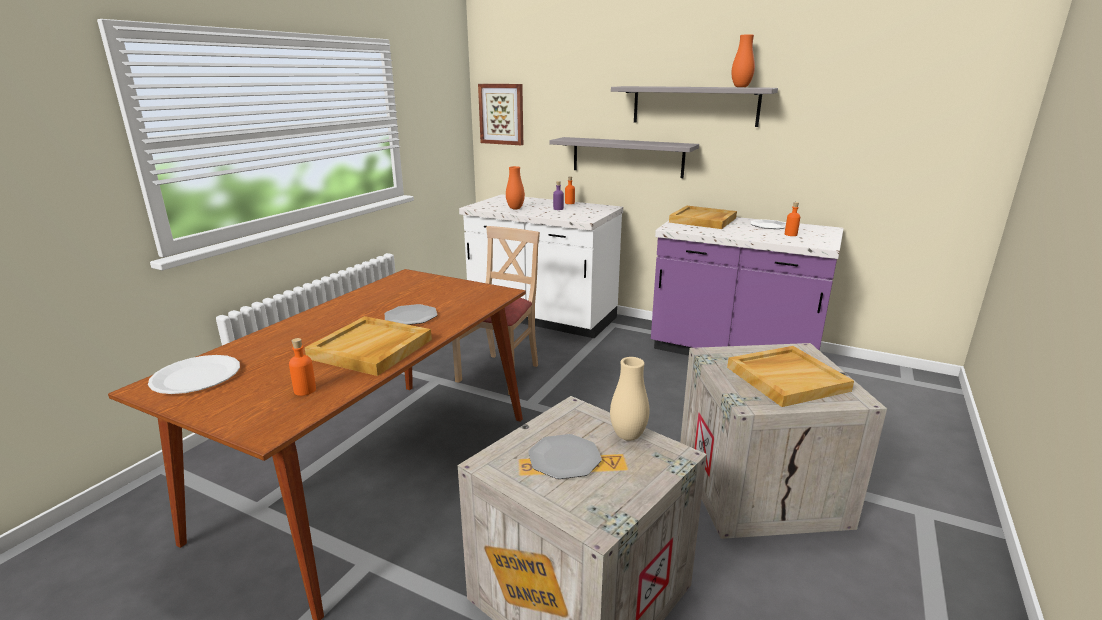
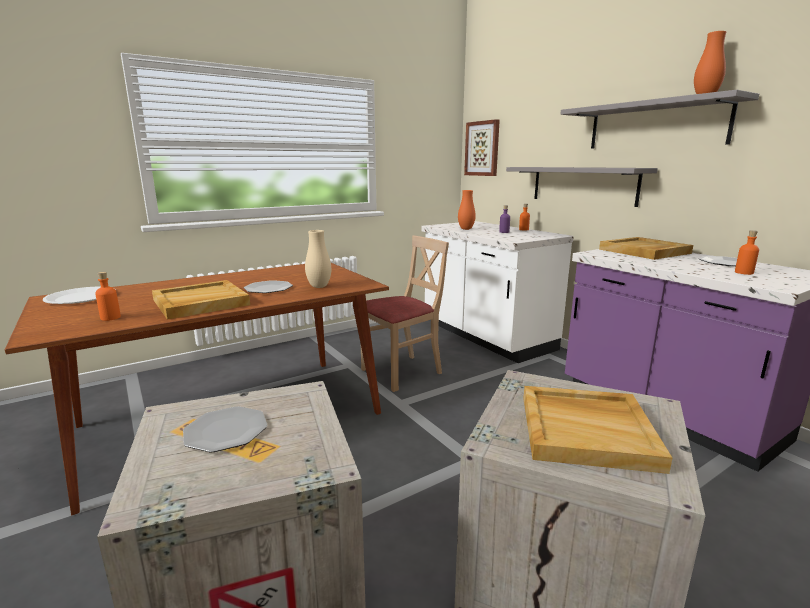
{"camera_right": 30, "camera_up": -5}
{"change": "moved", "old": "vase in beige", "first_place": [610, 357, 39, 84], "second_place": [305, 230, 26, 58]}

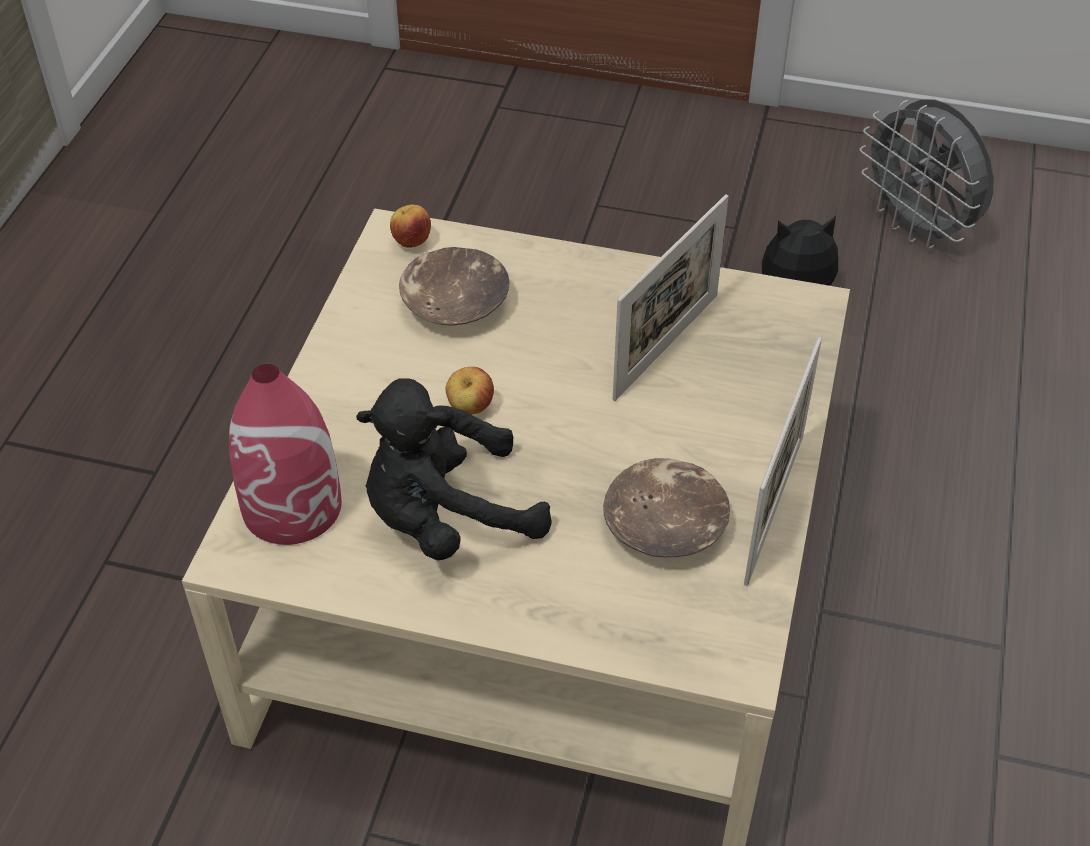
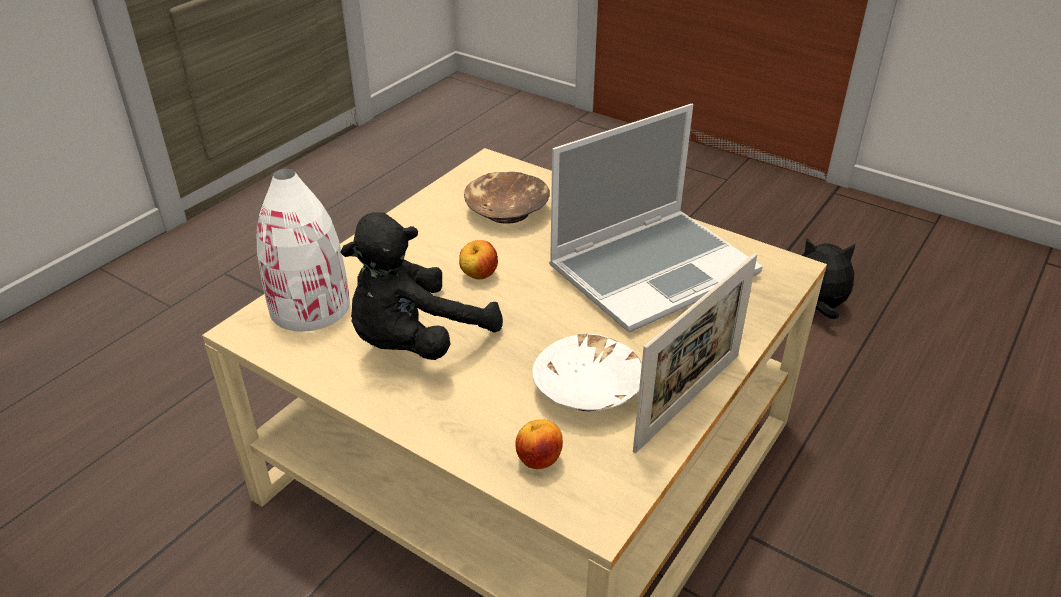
{"camera_right": 20, "camera_up": -10}
{"change": "removed", "old": "electric fan in grey", "first_place": [860, 99, 134, 150]}
{"change": "moved", "old": "apple fruit", "first_place": [390, 205, 41, 43], "second_place": [516, 420, 47, 49]}
{"change": "replaced", "old": "picture frame", "new": "portable computer", "first_place": [613, 194, 116, 207], "second_place": [549, 104, 214, 228]}
{"change": "recoloured", "old": "vase in red-coloured", "new": "vase in white", "first_place": [229, 364, 113, 181], "second_place": [256, 169, 94, 162]}
{"change": "recoloured", "old": "deep dish in brownish", "new": "deep dish in white", "first_place": [603, 458, 127, 99], "second_place": [532, 334, 110, 77]}
{"change": "turned", "old": "plush toy in black", "first_place": [356, 379, 196, 181], "second_place": [340, 212, 163, 148], "degrees": -45}

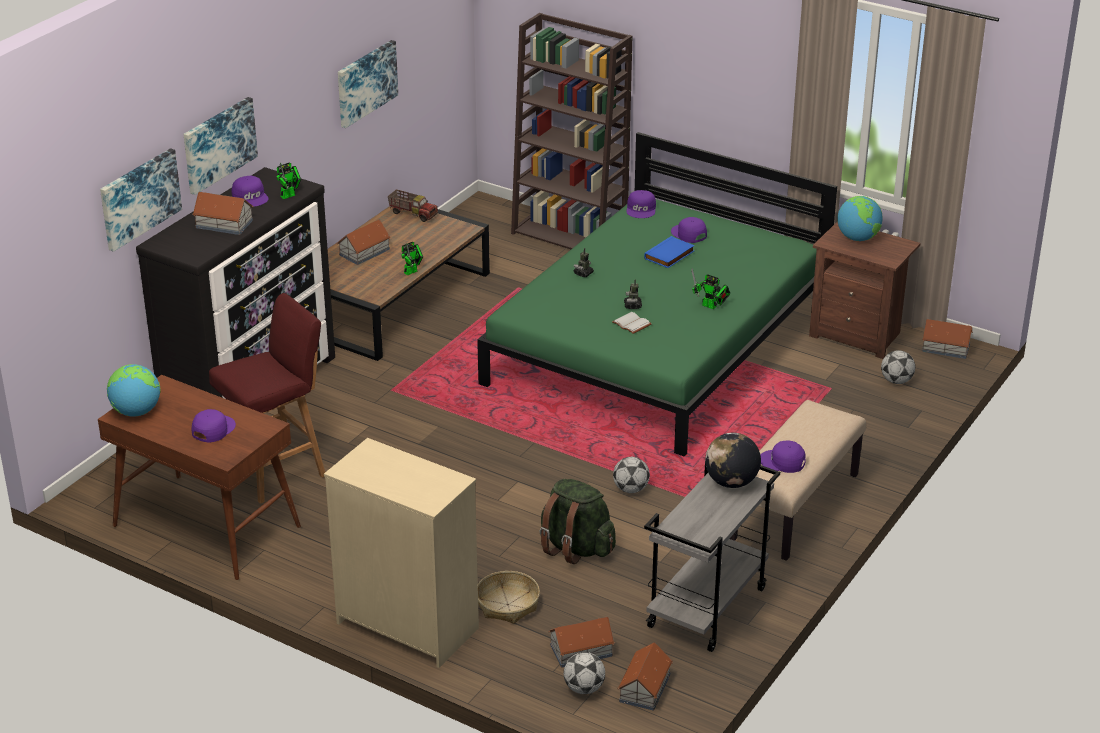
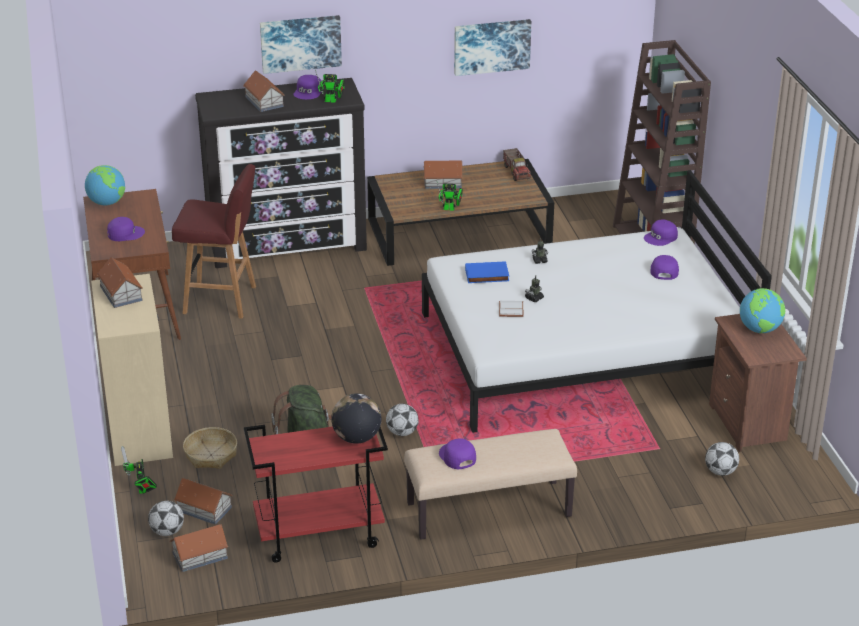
{"camera_right": 45, "camera_up": 0}
{"change": "removed", "old": "wall art", "first_place": [100, 148, 82, 104]}
{"change": "moved", "old": "book in blue-coloured", "first_place": [644, 236, 51, 32], "second_place": [465, 261, 44, 22]}
{"change": "moved", "old": "model robot", "first_place": [691, 268, 40, 41], "second_place": [121, 446, 36, 48]}
{"change": "moved", "old": "toy house", "first_place": [922, 319, 51, 40], "second_place": [97, 257, 46, 51]}
{"change": "recoloured", "old": "sleeping bed in green", "new": "sleeping bed in white", "first_place": [477, 132, 360, 325], "second_place": [422, 170, 350, 263]}
{"change": "recoloured", "old": "wheeled cart in grey", "new": "wheeled cart in red-coloured", "first_place": [644, 464, 136, 188], "second_place": [244, 425, 144, 138]}

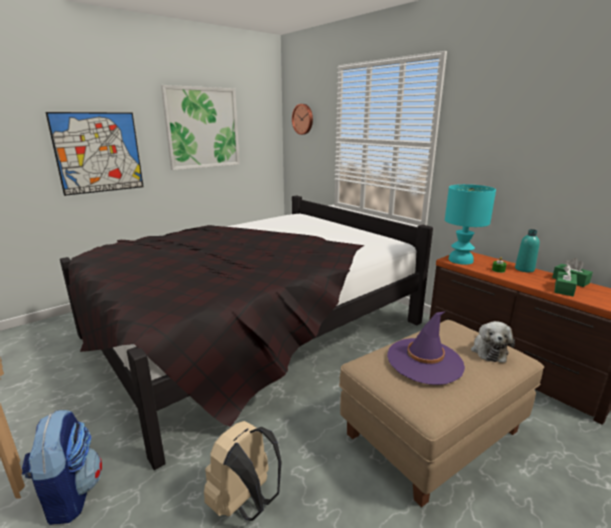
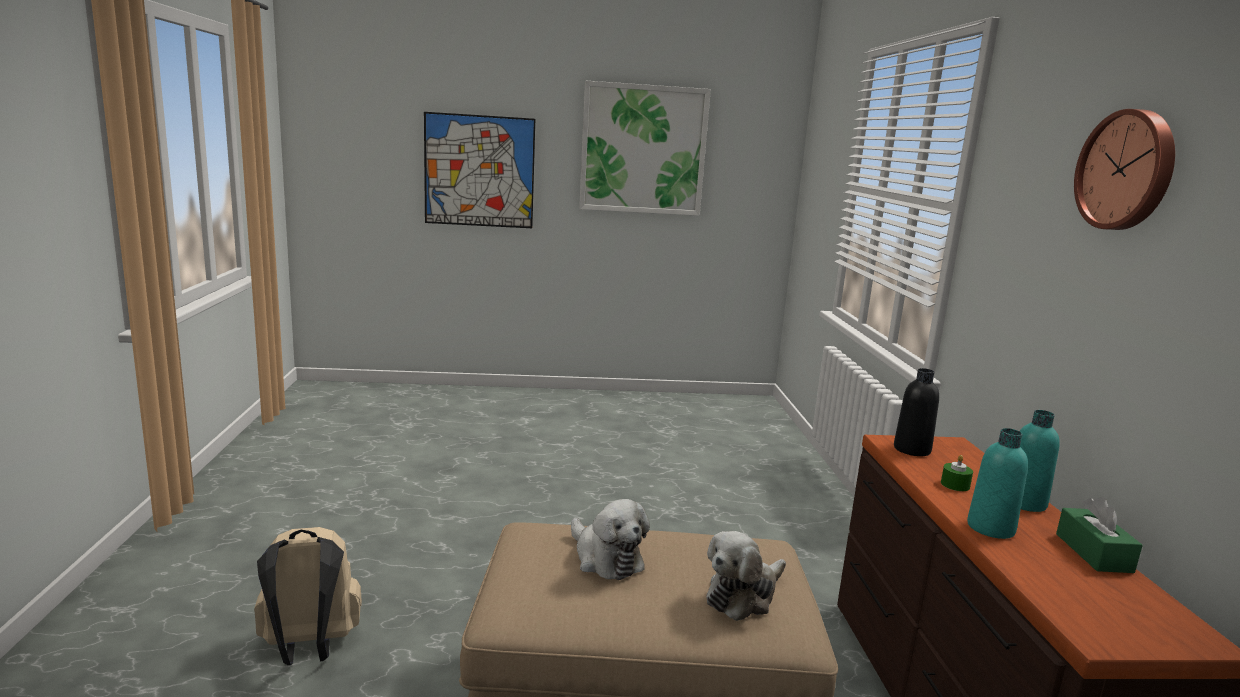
{"camera_right": 35, "camera_up": -5}
{"change": "removed", "old": "rucksack", "first_place": [22, 410, 80, 115]}
{"change": "removed", "old": "sleeping bed in black", "first_place": [60, 195, 373, 275]}
{"change": "removed", "old": "tissue box in green", "first_place": [554, 265, 23, 31]}
{"change": "added", "new": "beverage bottle in turquoise", "second_place": [967, 428, 61, 111]}
{"change": "moved", "old": "clock on the wall", "first_place": [292, 104, 21, 31], "second_place": [1074, 109, 101, 121]}
{"change": "replaced", "old": "clothing hat in purple", "new": "plush toy", "first_place": [387, 311, 78, 74], "second_place": [571, 499, 79, 81]}
{"change": "replaced", "old": "tabletop lamp in turquoise", "new": "beverage bottle in black", "first_place": [445, 184, 51, 81], "second_place": [894, 368, 45, 88]}

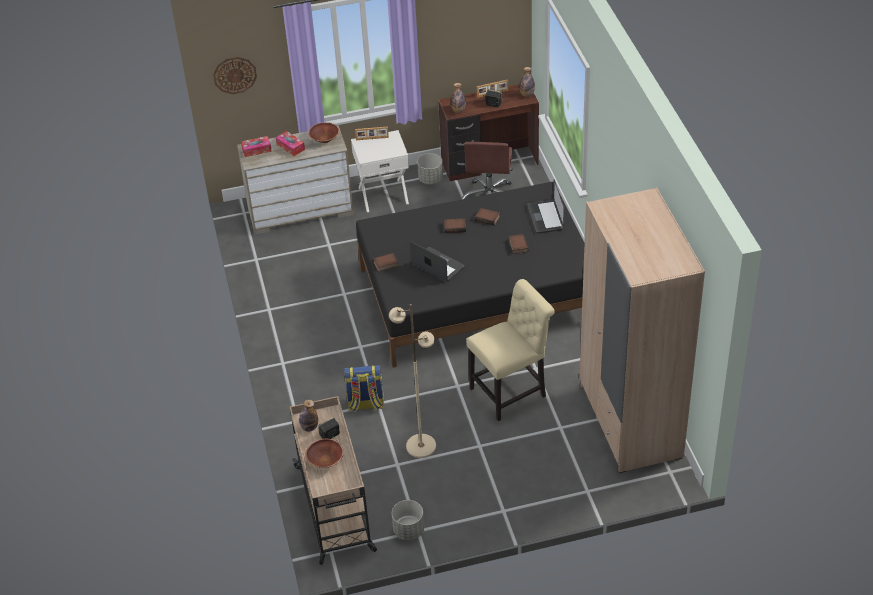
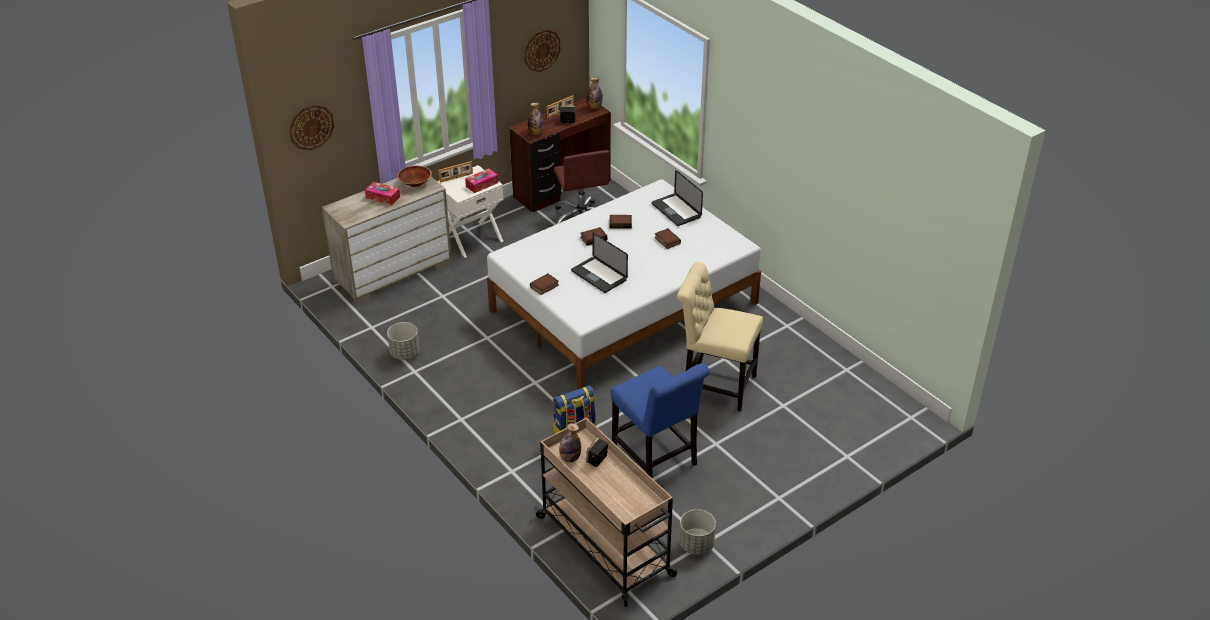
{"camera_right": -25, "camera_up": -5}
{"change": "removed", "old": "deep dish in brownish", "first_place": [305, 439, 39, 29]}
{"change": "removed", "old": "clothes cupboard in beige", "first_place": [580, 187, 125, 286]}
{"change": "added", "new": "clock on the wall", "second_place": [524, 29, 37, 43]}
{"change": "moved", "old": "tissue box", "first_place": [241, 136, 31, 21], "second_place": [465, 168, 33, 25]}
{"change": "moved", "old": "plant pot in grey", "first_place": [417, 153, 26, 31], "second_place": [387, 322, 33, 38]}
{"change": "replaced", "old": "standard lamp in beige", "new": "chair in blue-coloured", "first_place": [388, 304, 48, 154], "second_place": [610, 363, 100, 116]}
{"change": "recoloured", "old": "sleeping bed in black", "new": "sleeping bed in white", "first_place": [356, 182, 228, 186], "second_place": [487, 179, 274, 211]}
{"change": "turned", "old": "portable computer", "first_place": [410, 241, 55, 41], "second_place": [571, 233, 57, 60], "degrees": -150}
{"change": "turned", "old": "chair in beige", "first_place": [466, 279, 89, 142], "second_place": [677, 262, 86, 150], "degrees": -105}

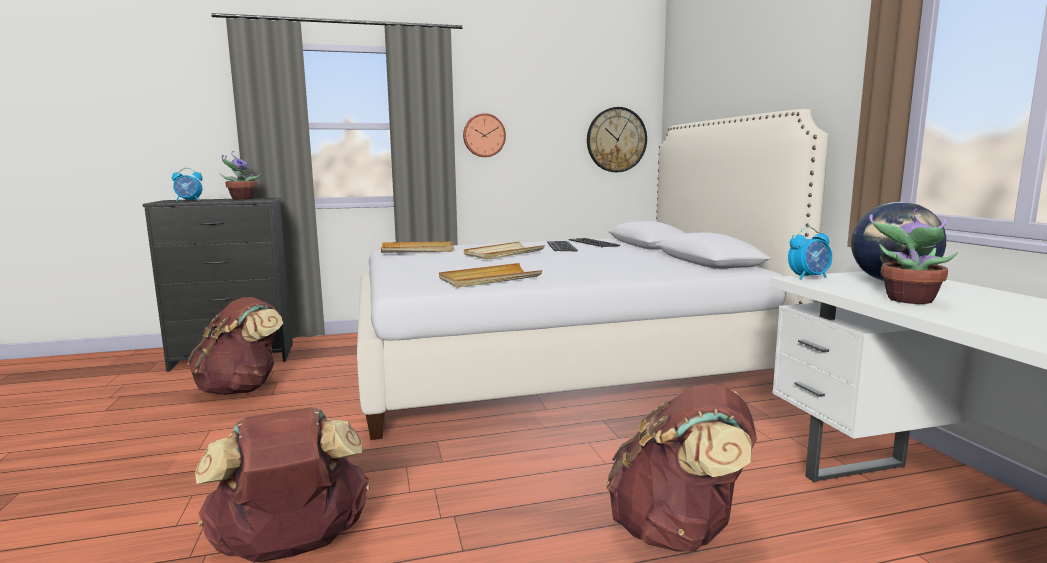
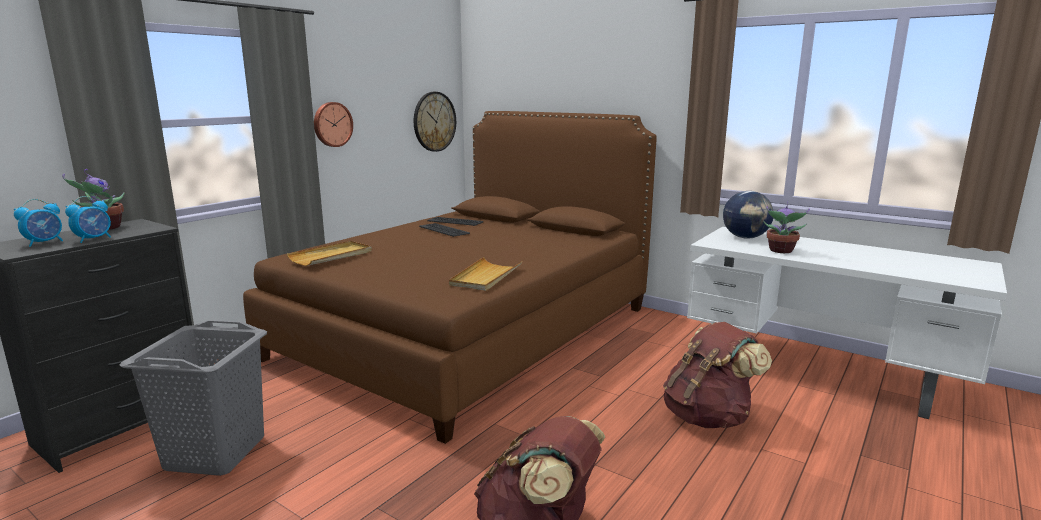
{"camera_right": -40, "camera_up": 5}
{"change": "removed", "old": "carrying tray in beige", "first_place": [464, 241, 81, 18]}
{"change": "moved", "old": "table clock", "first_place": [788, 226, 44, 54], "second_place": [65, 196, 46, 47]}
{"change": "replaced", "old": "rucksack in brownish", "new": "laundry basket in grey", "first_place": [187, 297, 96, 98], "second_place": [119, 320, 148, 156]}
{"change": "recoloured", "old": "sleeping bed in white", "new": "sleeping bed in brownish", "first_place": [357, 109, 472, 331], "second_place": [243, 111, 414, 333]}

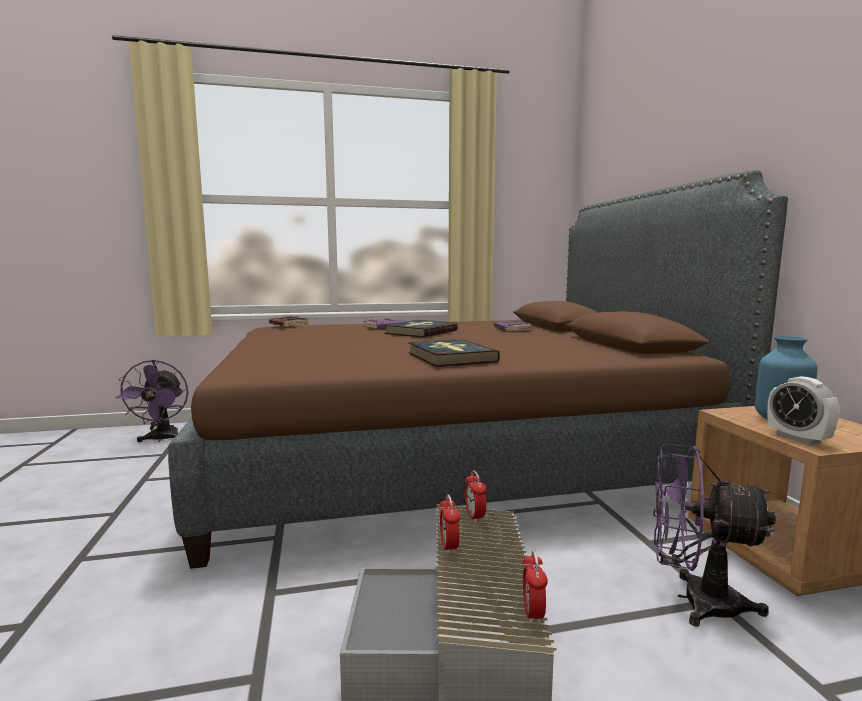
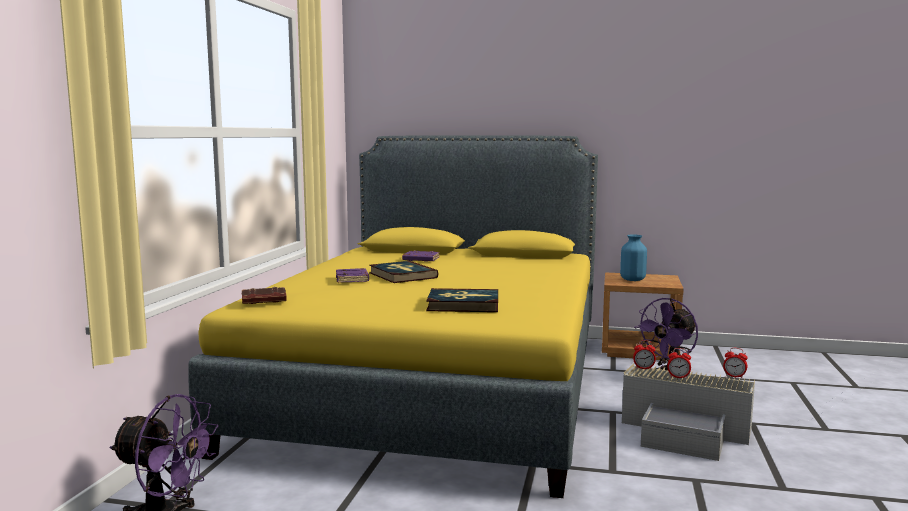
{"camera_right": -65, "camera_up": 0}
{"change": "removed", "old": "table clock", "first_place": [767, 376, 72, 69]}
{"change": "moved", "old": "book", "first_place": [408, 339, 92, 28], "second_place": [426, 288, 72, 24]}
{"change": "recoloured", "old": "sleeping bed in brownish", "new": "sleeping bed in yellow-coloured", "first_place": [168, 170, 620, 399], "second_place": [188, 136, 410, 362]}

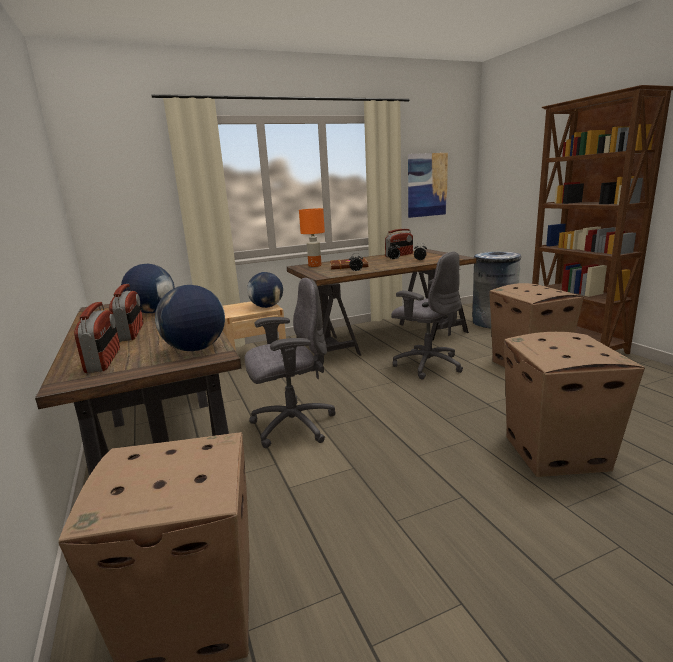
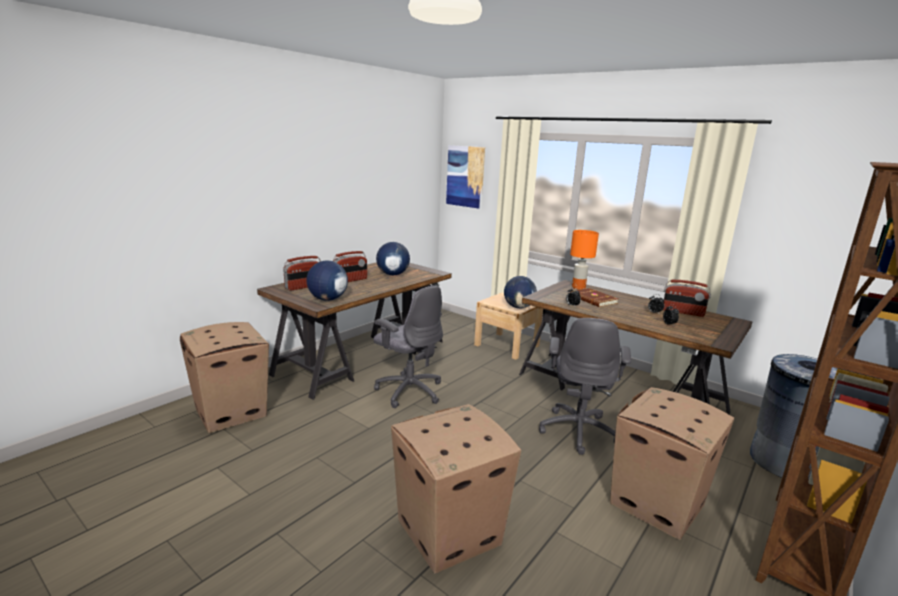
{"camera_right": 60, "camera_up": 0}
{"change": "moved", "old": "wall art", "first_place": [408, 153, 40, 65], "second_place": [446, 145, 39, 64]}

